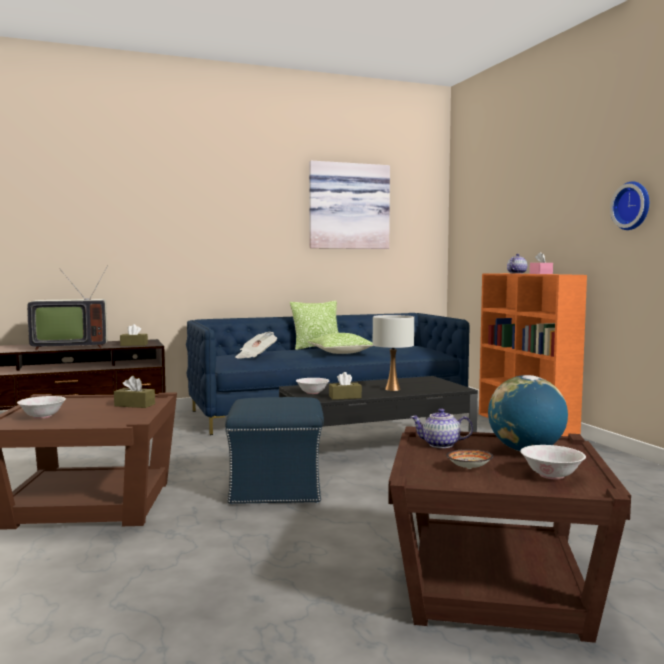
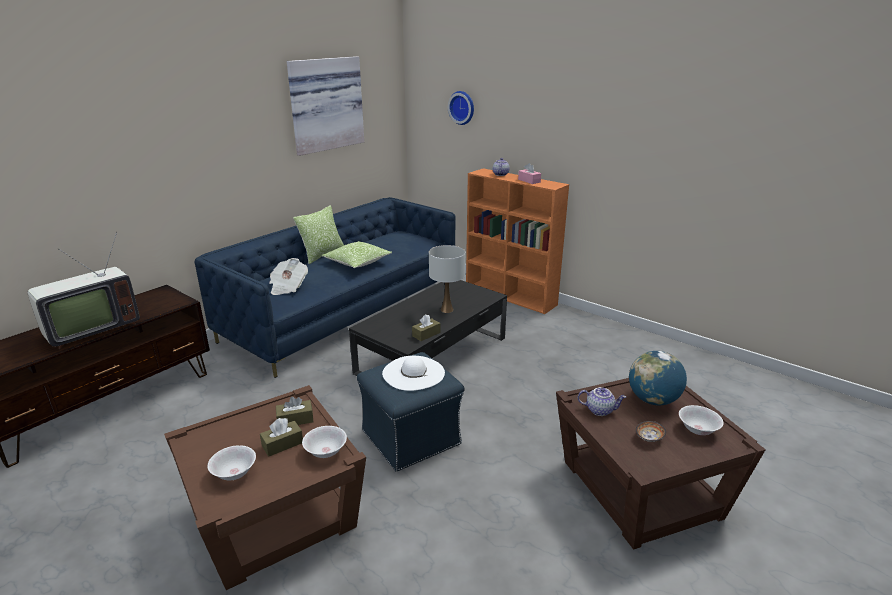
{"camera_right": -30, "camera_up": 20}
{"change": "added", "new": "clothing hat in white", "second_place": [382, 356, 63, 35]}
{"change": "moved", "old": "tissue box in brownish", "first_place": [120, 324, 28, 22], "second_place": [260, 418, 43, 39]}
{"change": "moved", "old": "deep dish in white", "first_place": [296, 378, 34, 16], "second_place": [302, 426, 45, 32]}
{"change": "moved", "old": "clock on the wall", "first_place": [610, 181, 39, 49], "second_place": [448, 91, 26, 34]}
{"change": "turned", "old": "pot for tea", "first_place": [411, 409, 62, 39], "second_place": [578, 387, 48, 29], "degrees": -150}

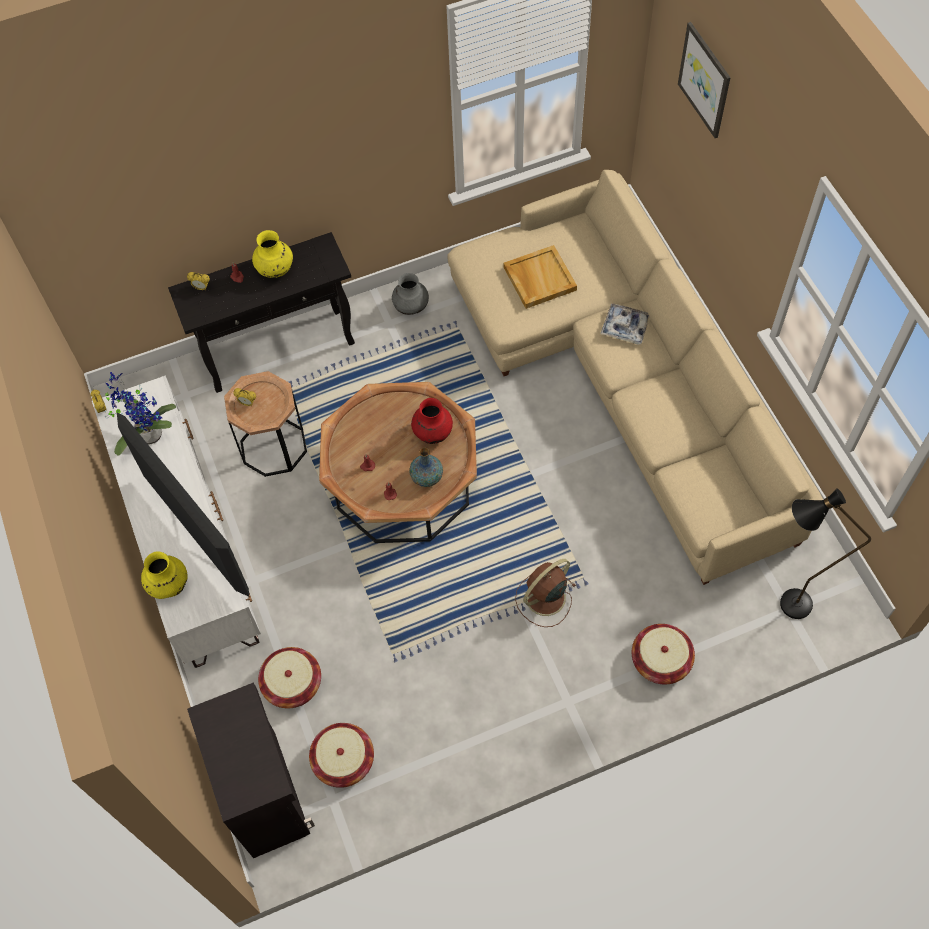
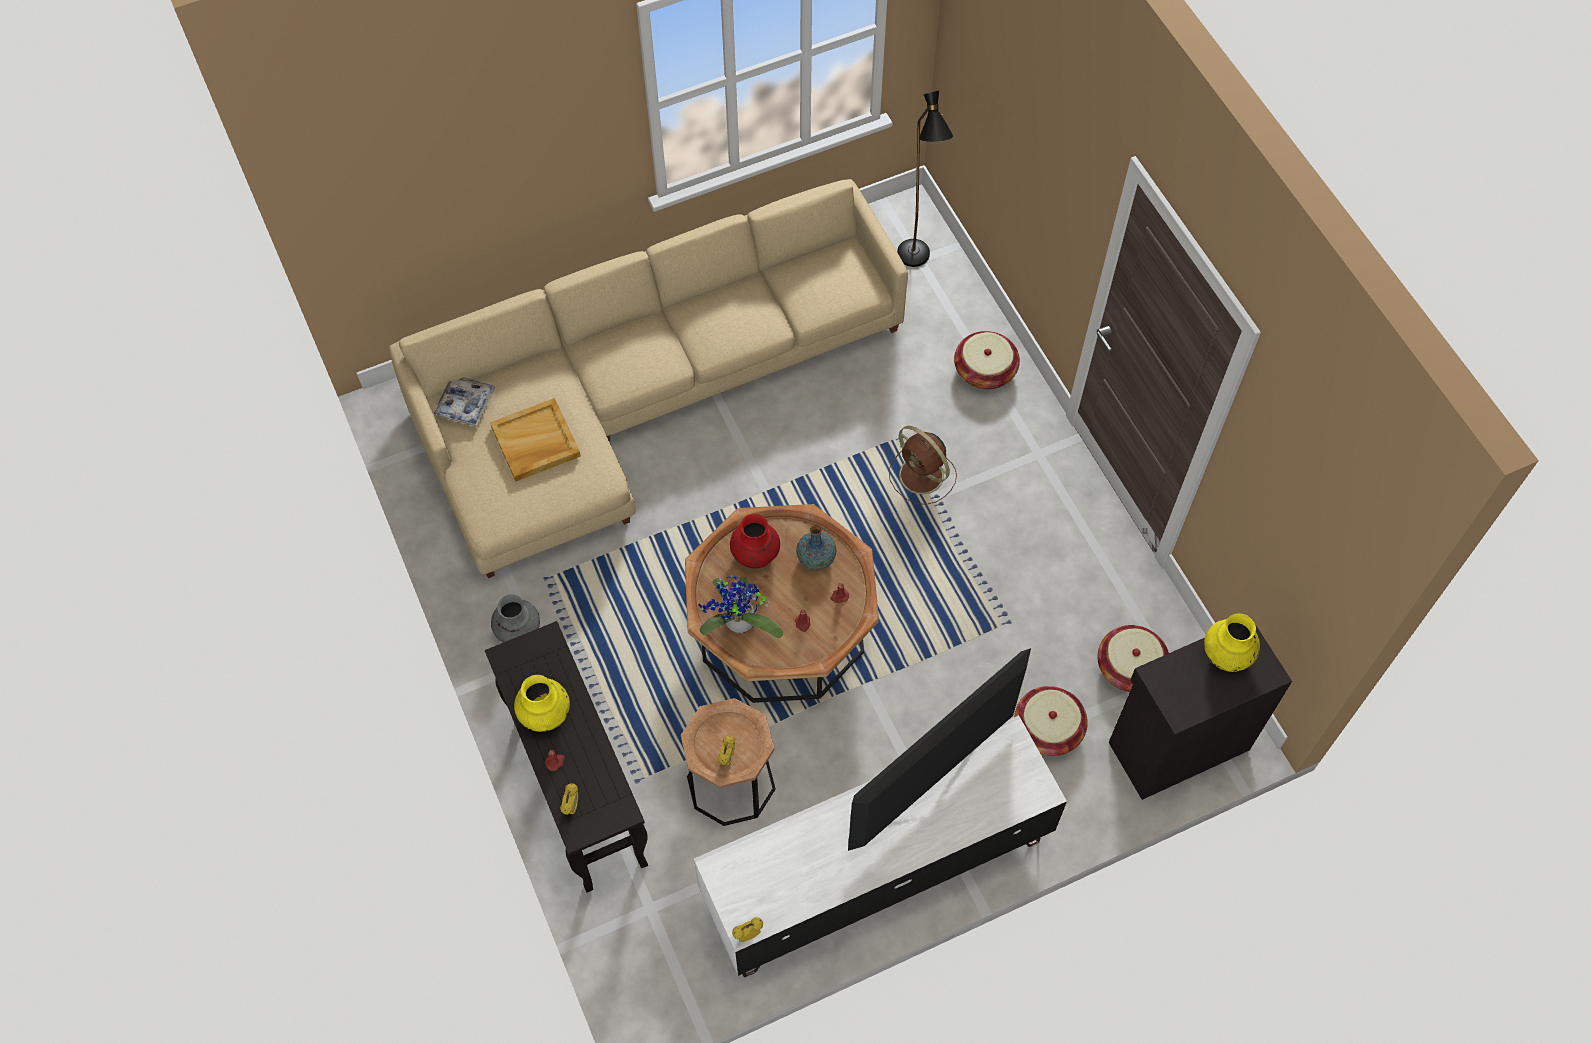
{"camera_right": -95, "camera_up": 0}
{"change": "removed", "old": "wall art", "first_place": [678, 22, 53, 116]}
{"change": "moved", "old": "potted plant", "first_place": [105, 372, 71, 83], "second_place": [698, 576, 85, 62]}
{"change": "moved", "old": "vase in yellow-coloured", "first_place": [141, 551, 47, 48], "second_place": [1204, 613, 56, 59]}
{"change": "moved", "old": "carrying tray", "first_place": [600, 303, 50, 42], "second_place": [433, 377, 62, 50]}

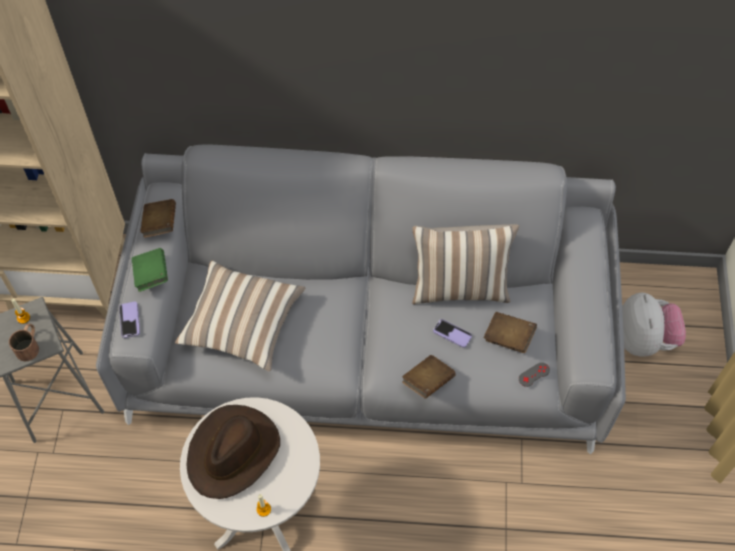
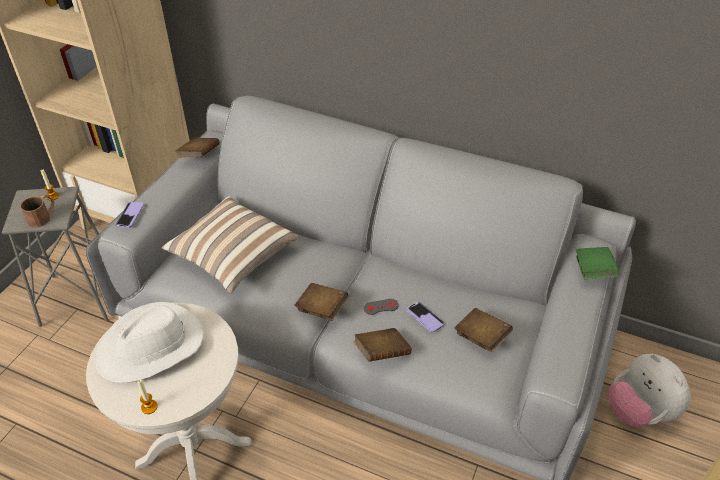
{"camera_right": 20, "camera_up": -15}
{"change": "removed", "old": "pillow", "first_place": [412, 224, 107, 80]}
{"change": "added", "new": "book in brownish", "second_place": [294, 283, 54, 38]}
{"change": "moved", "old": "book in green", "first_place": [132, 248, 36, 44], "second_place": [576, 247, 44, 32]}
{"change": "moved", "old": "gamepad in grey", "first_place": [519, 362, 31, 25], "second_place": [364, 299, 35, 16]}
{"change": "recoloured", "old": "clothing hat in brownish", "new": "clothing hat in white", "first_place": [187, 405, 93, 94], "second_place": [96, 302, 108, 81]}
{"change": "turned", "old": "plush toy", "first_place": [622, 293, 64, 64], "second_place": [608, 354, 83, 73], "degrees": 135}

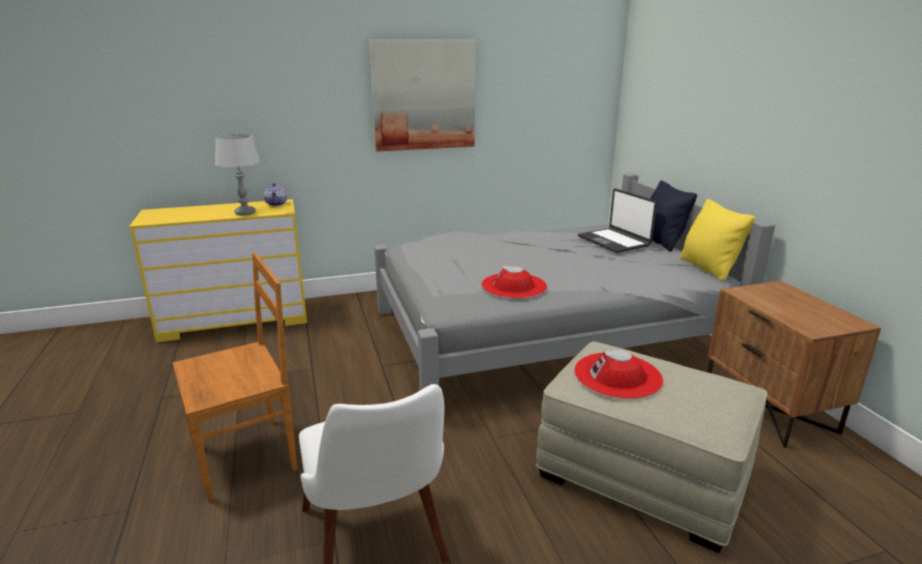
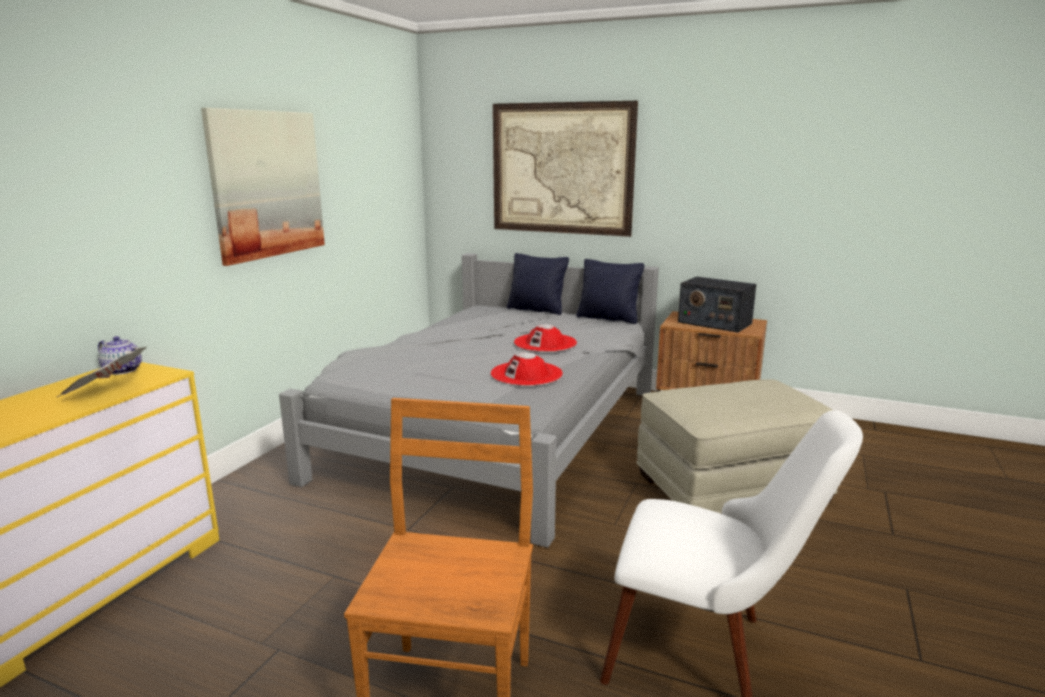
{"camera_right": -50, "camera_up": -5}
{"change": "removed", "old": "portable computer", "first_place": [578, 188, 79, 65]}
{"change": "added", "new": "wall art", "second_place": [493, 101, 145, 136]}
{"change": "added", "new": "radio set", "second_place": [678, 277, 78, 56]}
{"change": "moved", "old": "clothing hat in red-coloured", "first_place": [574, 350, 89, 49], "second_place": [514, 324, 63, 28]}
{"change": "replaced", "old": "tabletop lamp in grey", "new": "daily paper", "first_place": [215, 134, 45, 81], "second_place": [57, 347, 90, 50]}
{"change": "recoloured", "old": "pillow in yellow-coloured", "new": "pillow in black", "first_place": [680, 199, 75, 82], "second_place": [576, 259, 68, 65]}

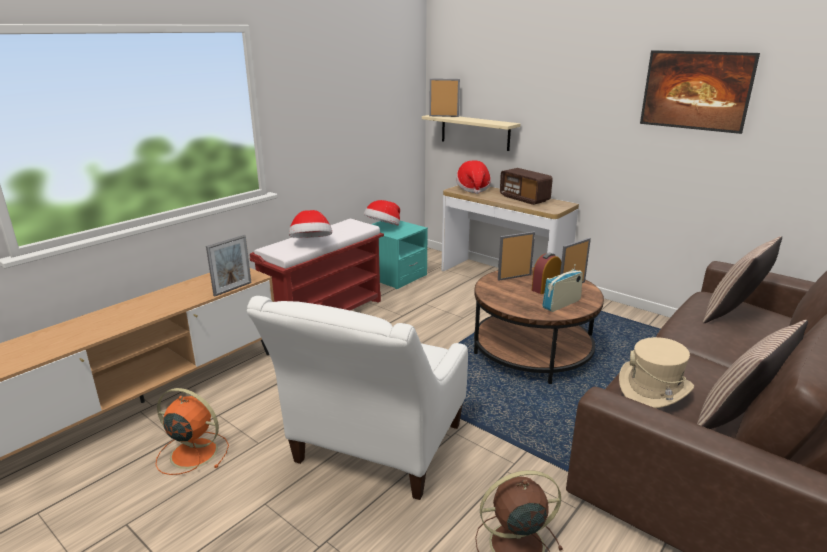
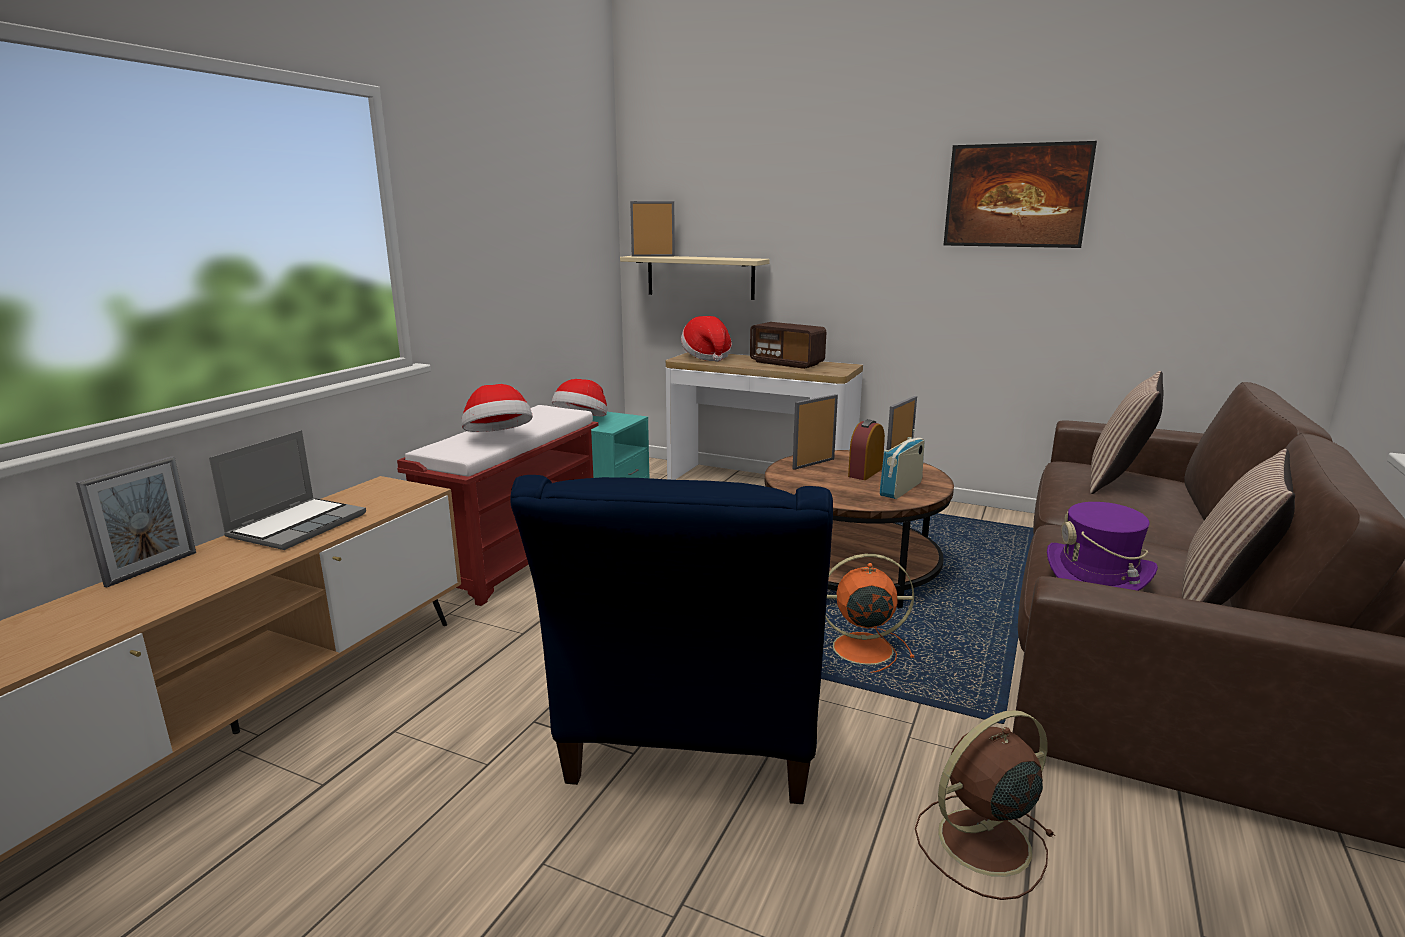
{"camera_right": -15, "camera_up": -5}
{"change": "added", "new": "portable computer", "second_place": [209, 430, 157, 120]}
{"change": "moved", "old": "electric fan in orange", "first_place": [156, 388, 73, 87], "second_place": [825, 554, 90, 119]}
{"change": "moved", "old": "picture frame", "first_place": [206, 235, 45, 61], "second_place": [76, 456, 120, 132]}
{"change": "recoloured", "old": "armchair in white", "new": "armchair in blue-coloured", "first_place": [247, 296, 221, 204], "second_place": [510, 475, 323, 329]}
{"change": "recoloured", "old": "clothing hat in beige", "new": "clothing hat in purple", "first_place": [619, 337, 75, 71], "second_place": [1047, 502, 111, 89]}

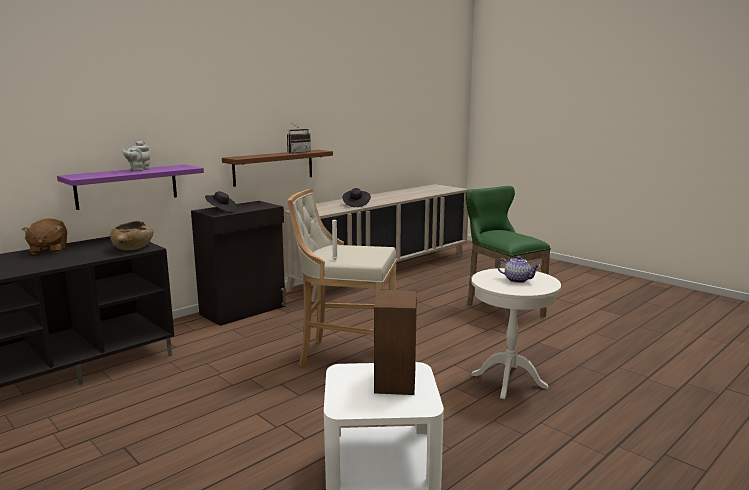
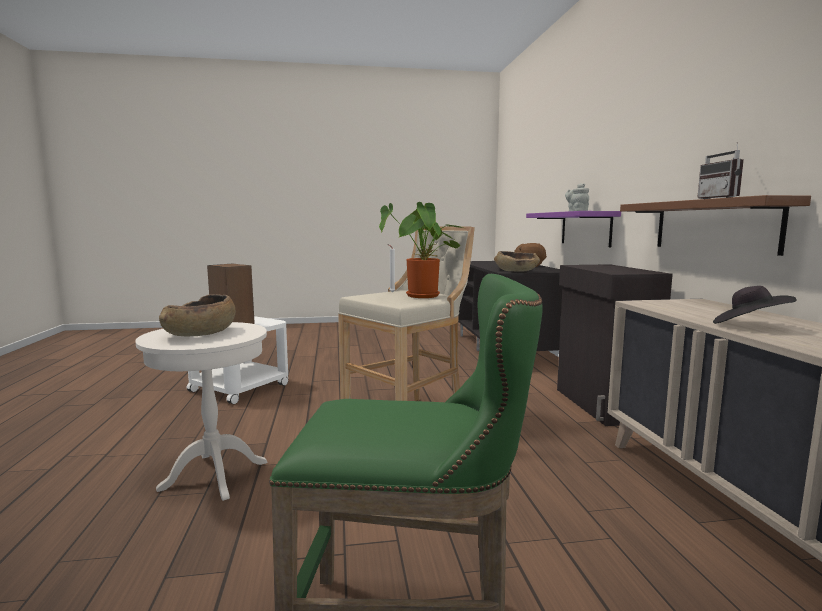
{"camera_right": 125, "camera_up": -5}
{"change": "removed", "old": "clothing hat in black", "first_place": [205, 191, 32, 22]}
{"change": "added", "new": "potted plant", "second_place": [379, 202, 84, 96]}
{"change": "replaced", "old": "pot for tea", "new": "deep dish in brownish", "first_place": [497, 256, 43, 27], "second_place": [159, 294, 76, 43]}

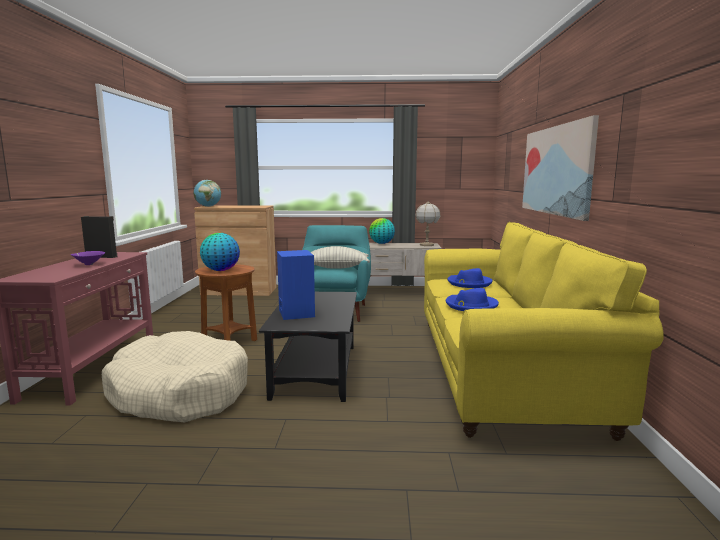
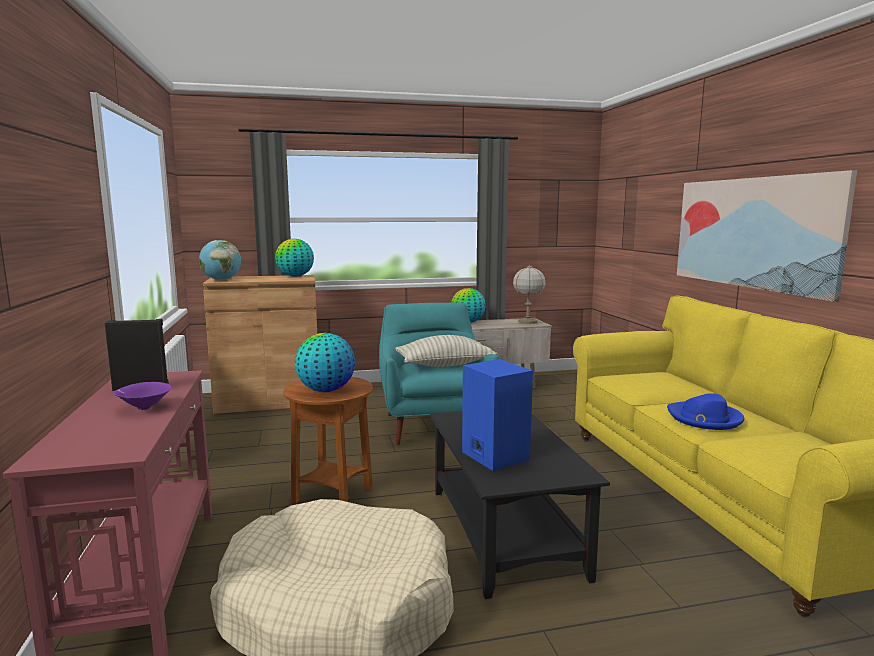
{"camera_right": -15, "camera_up": 0}
{"change": "removed", "old": "clothing hat in blue-coloured", "first_place": [448, 268, 44, 20]}
{"change": "added", "new": "world globe", "second_place": [275, 239, 39, 38]}

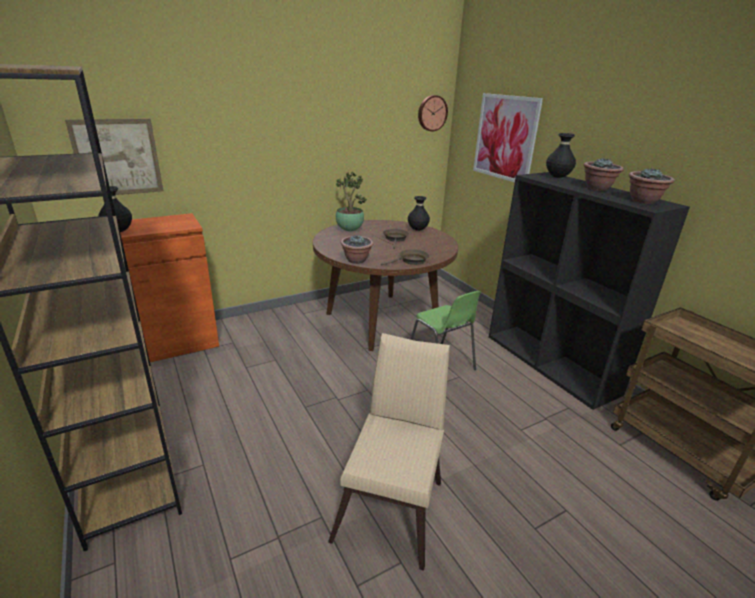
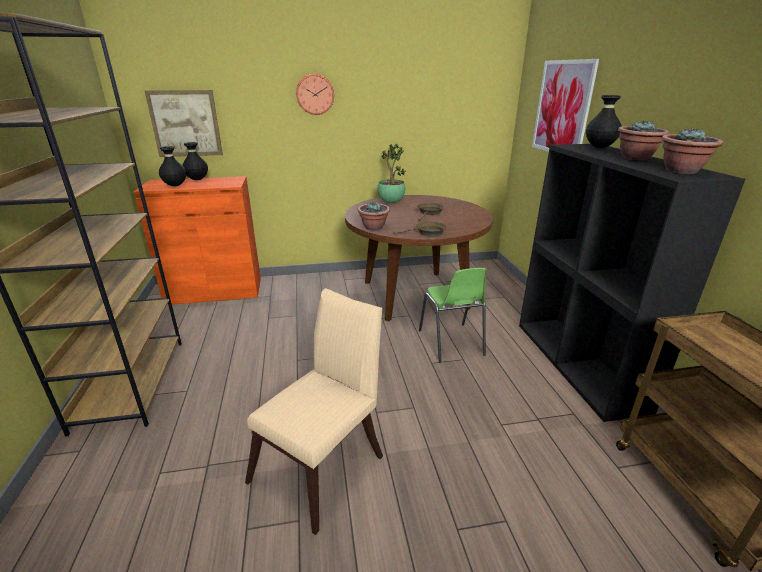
{"camera_right": 20, "camera_up": 0}
{"change": "moved", "old": "vase in black", "first_place": [408, 196, 22, 35], "second_place": [183, 142, 25, 38]}
{"change": "moved", "old": "clock on the wall", "first_place": [418, 95, 30, 36], "second_place": [296, 74, 38, 41]}

